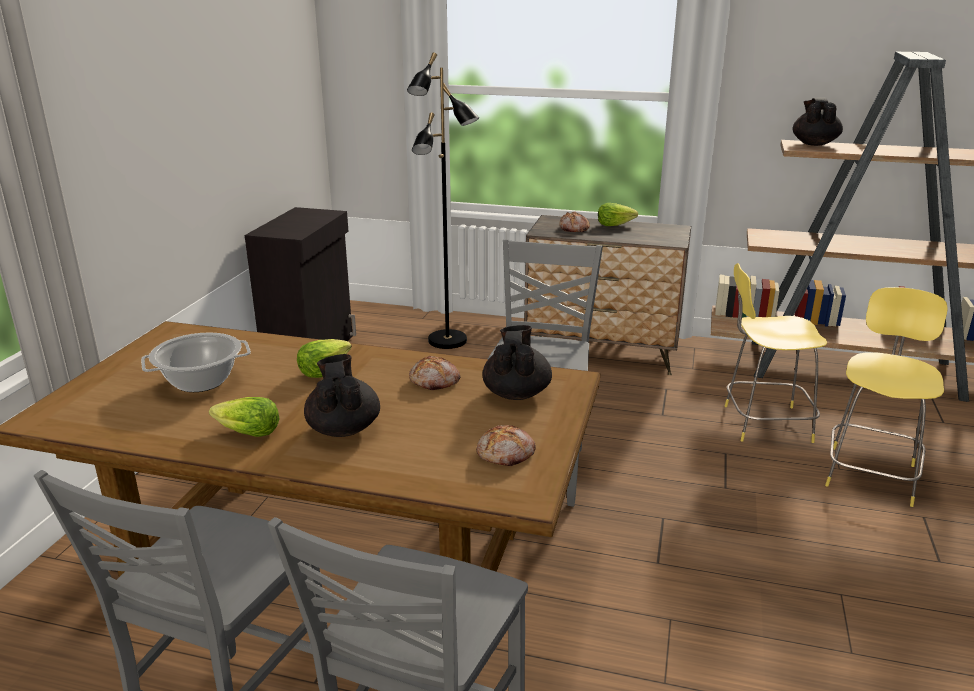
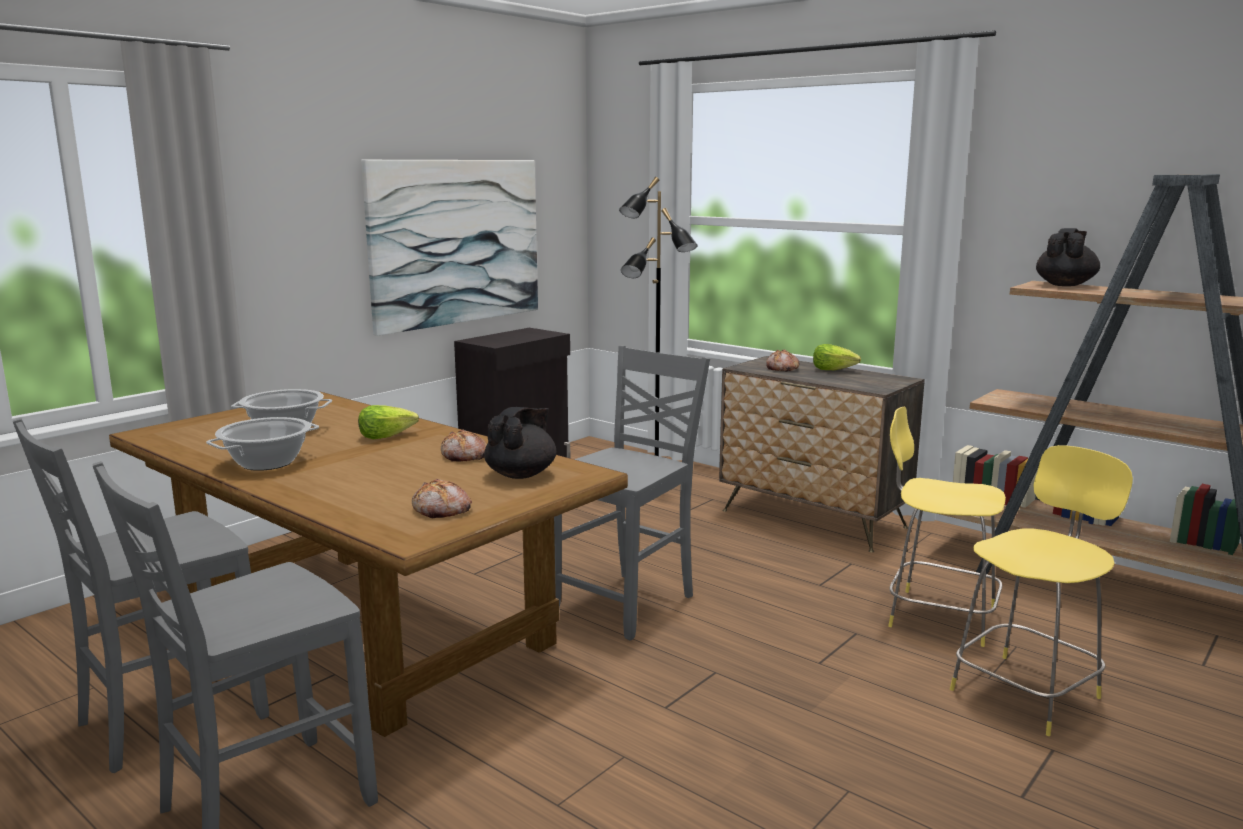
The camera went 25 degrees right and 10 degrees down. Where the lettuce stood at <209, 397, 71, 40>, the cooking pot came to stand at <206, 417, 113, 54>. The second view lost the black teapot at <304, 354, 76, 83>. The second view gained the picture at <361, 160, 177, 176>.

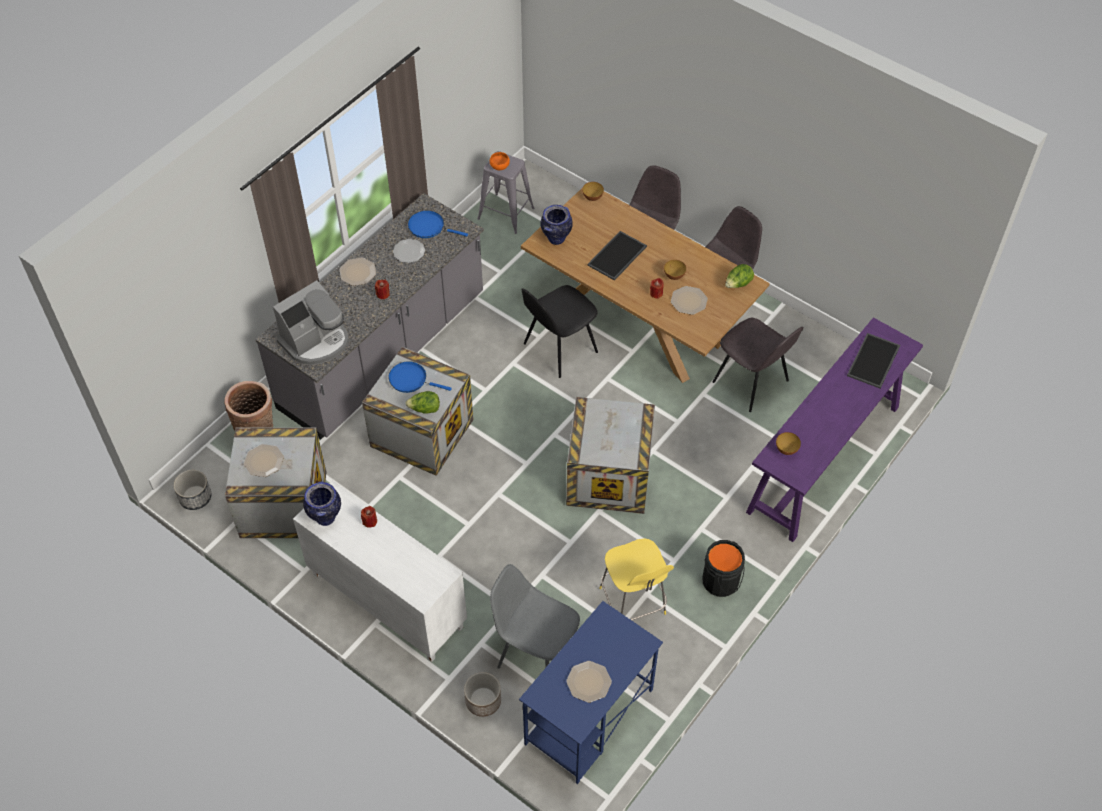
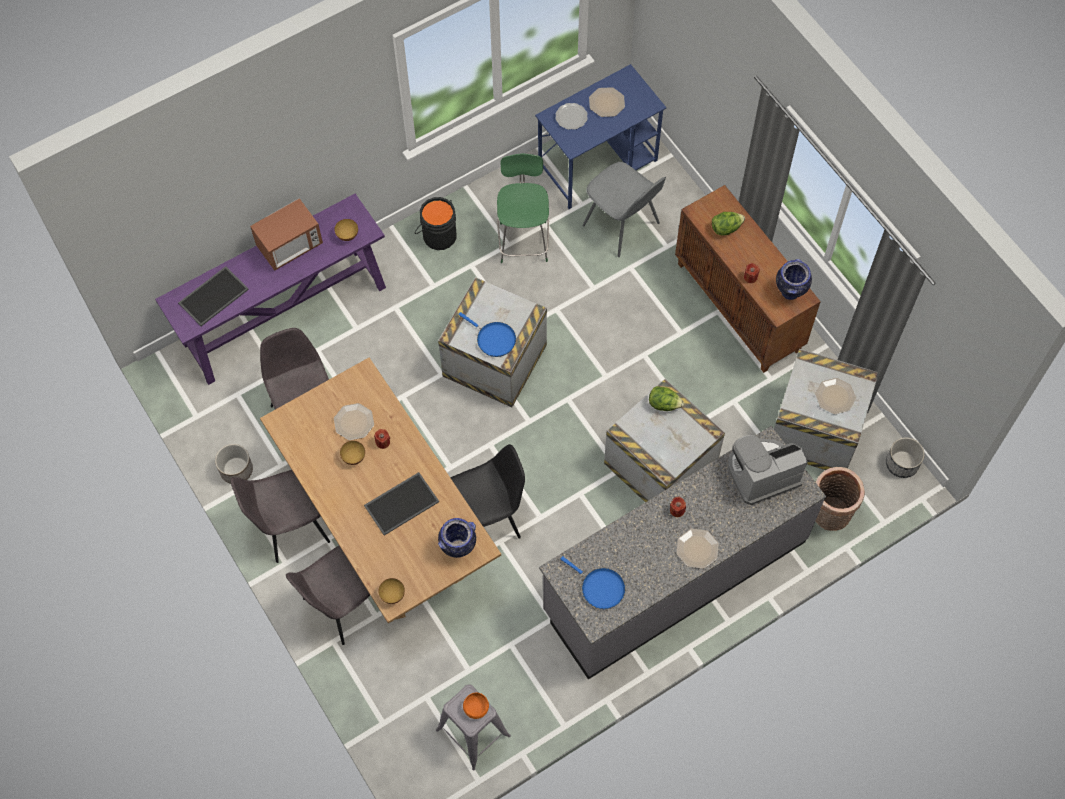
The camera went 160 degrees left and 10 degrees up. What was the white cabinet at <293, 481, 174, 181> turned into the brown cabinet at <675, 185, 146, 188>. The blue frying pan ended up elsewhere, having gone from <388, 361, 64, 32> to <458, 312, 58, 45>. The plate ended up elsewhere, having gone from <393, 239, 32, 24> to <555, 103, 33, 27>. The planter ended up elsewhere, having gone from <464, 672, 37, 45> to <215, 444, 38, 40>. What was the yellow stool at <599, 538, 75, 82> turned into the green stool at <497, 154, 52, 109>. The lettuce ended up elsewhere, having gone from <725, 264, 29, 24> to <712, 212, 33, 24>. The second view gained the microwave at <250, 198, 73, 73>.

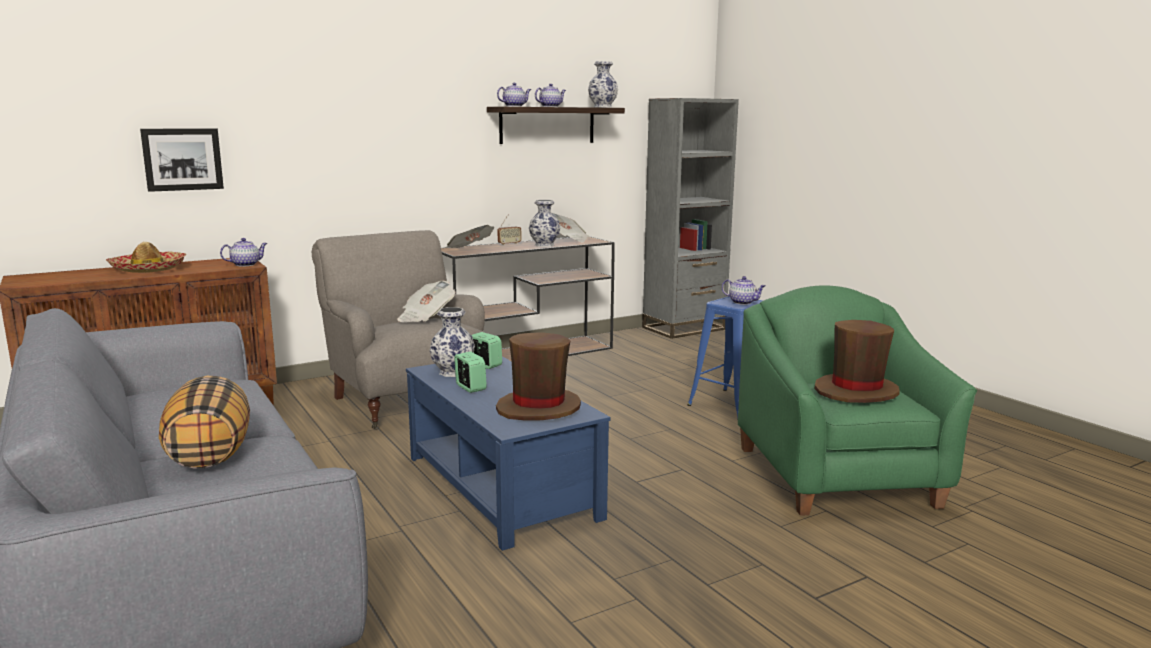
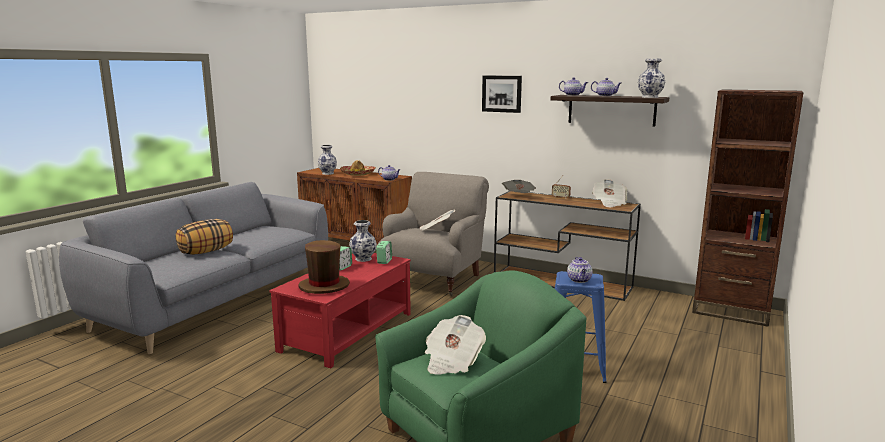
The camera went 60 degrees right and 0 degrees up. The picture ended up elsewhere, having gone from <140, 128, 84, 64> to <482, 76, 40, 37>. What was the blue coffee table at <406, 356, 204, 195> turned into the red coffee table at <269, 253, 142, 115>. The vase ended up elsewhere, having gone from <529, 200, 31, 47> to <318, 145, 19, 30>. What was the grey bookcase at <642, 98, 97, 241> turned into the brown bookcase at <692, 89, 112, 238>. Where the brown hat stood at <814, 320, 86, 83>, the newspaper came to stand at <425, 315, 61, 60>.

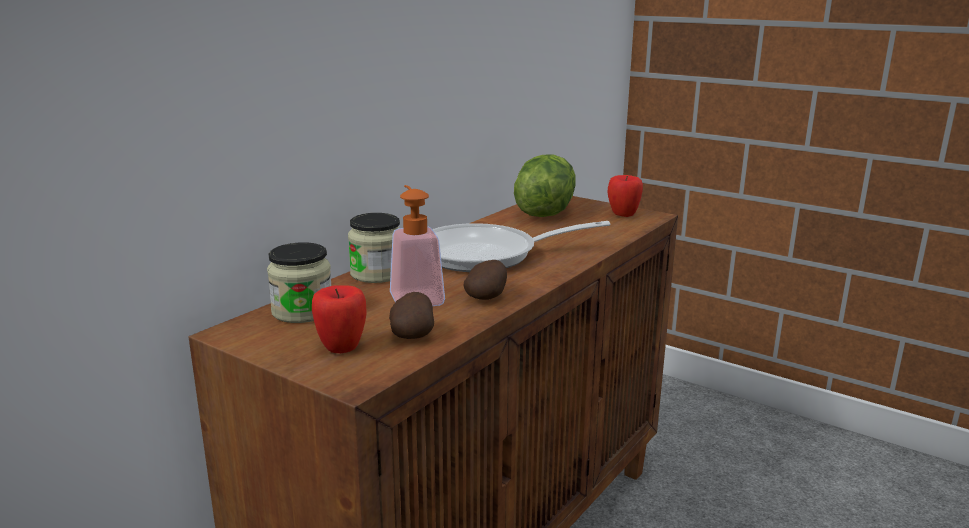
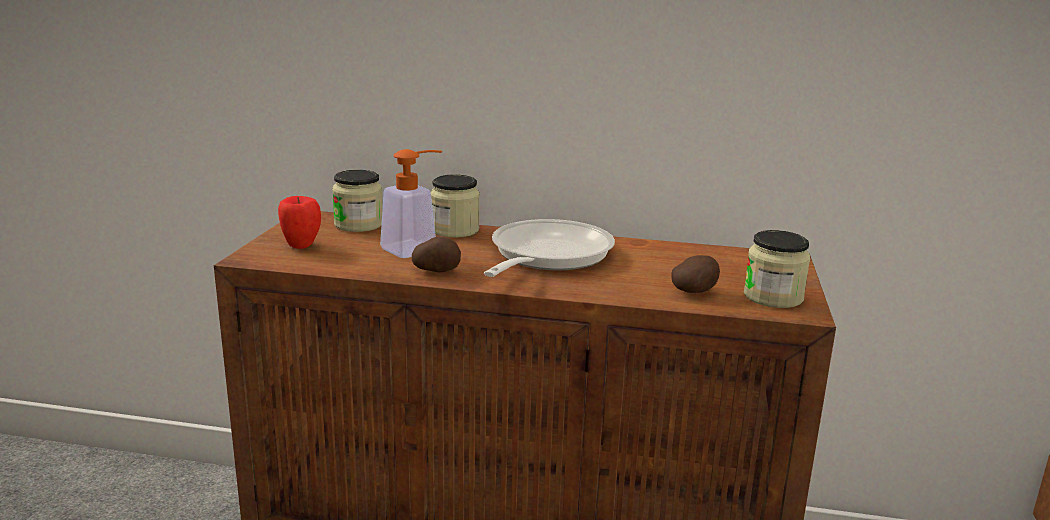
The camera went 65 degrees right and 0 degrees up. The potato ended up elsewhere, having gone from <389, 292, 45, 47> to <671, 255, 49, 38>. The frying pan at <432, 221, 179, 51> ended up facing another way, 60 degrees clockwise from before. The second view lost the lettuce at <514, 154, 62, 63>. Where the apple stood at <608, 175, 35, 42>, the jar came to stand at <744, 230, 66, 78>.

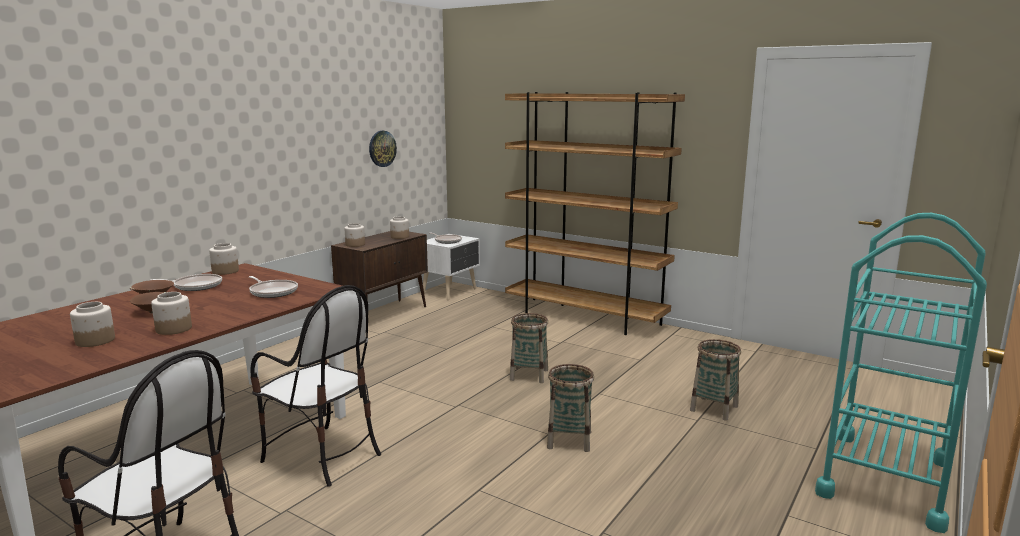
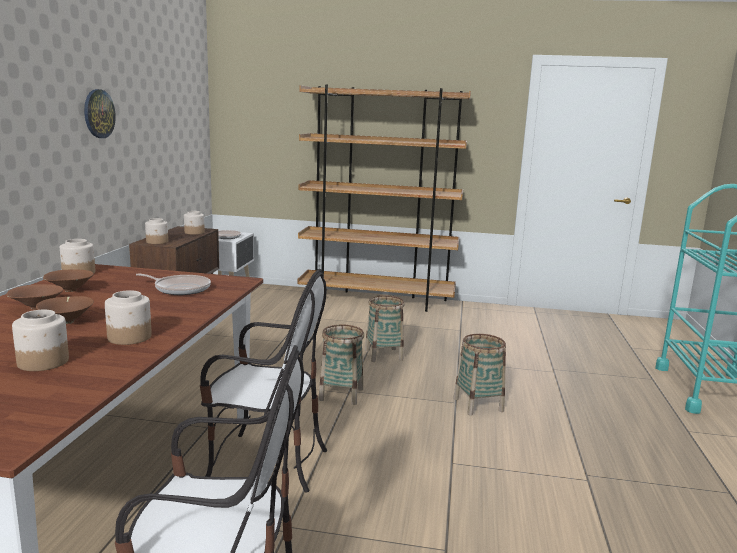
The camera went 25 degrees left and 0 degrees up. Where the frying pan stood at <150, 274, 72, 17>, the brown bowl came to stand at <43, 269, 51, 23>. The wall clock ended up elsewhere, having gone from <369, 131, 28, 36> to <84, 89, 32, 49>. The basket ended up elsewhere, having gone from <690, 339, 51, 81> to <318, 324, 46, 81>.

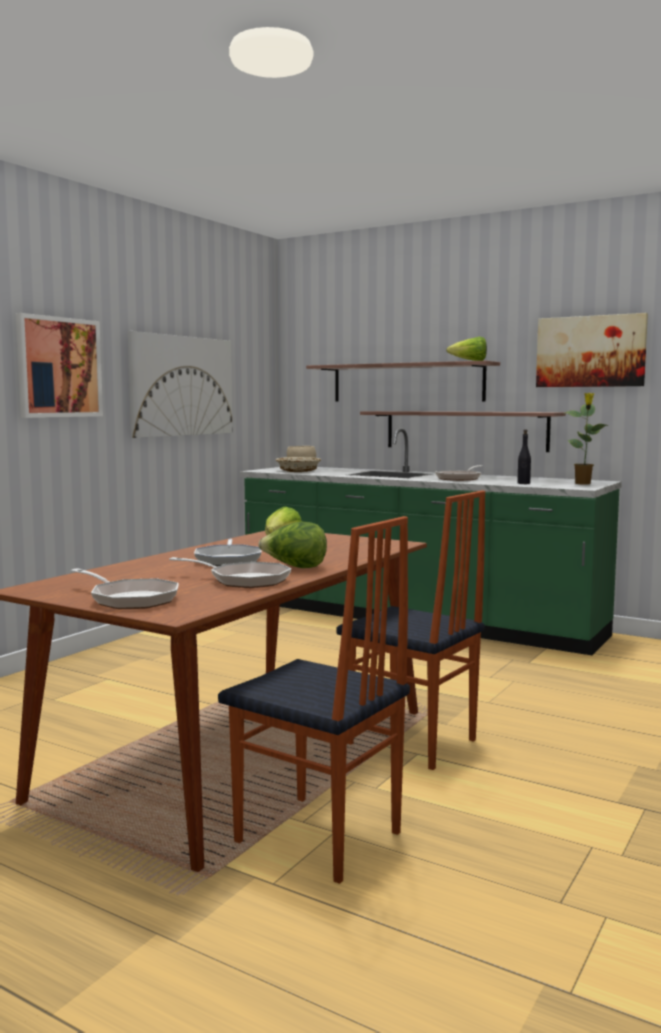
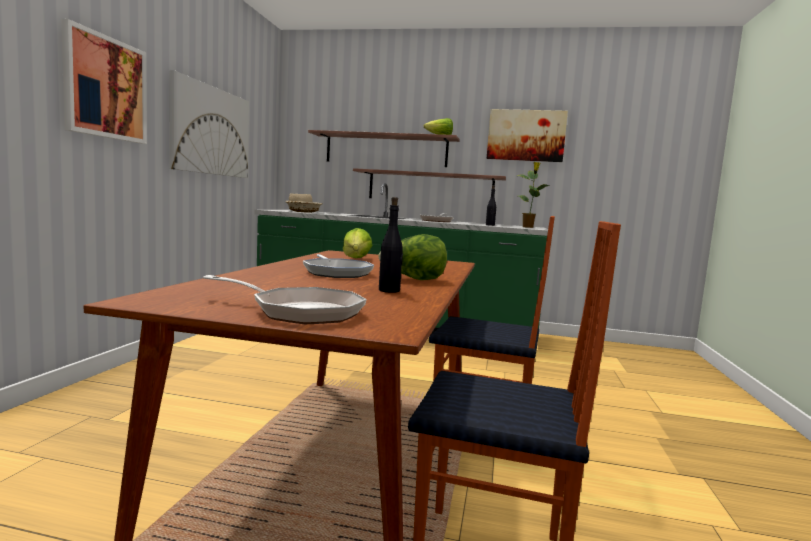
The camera went 20 degrees left and 0 degrees up. Where the frying pan stood at <169, 557, 122, 31>, the black bottle came to stand at <379, 197, 24, 96>.

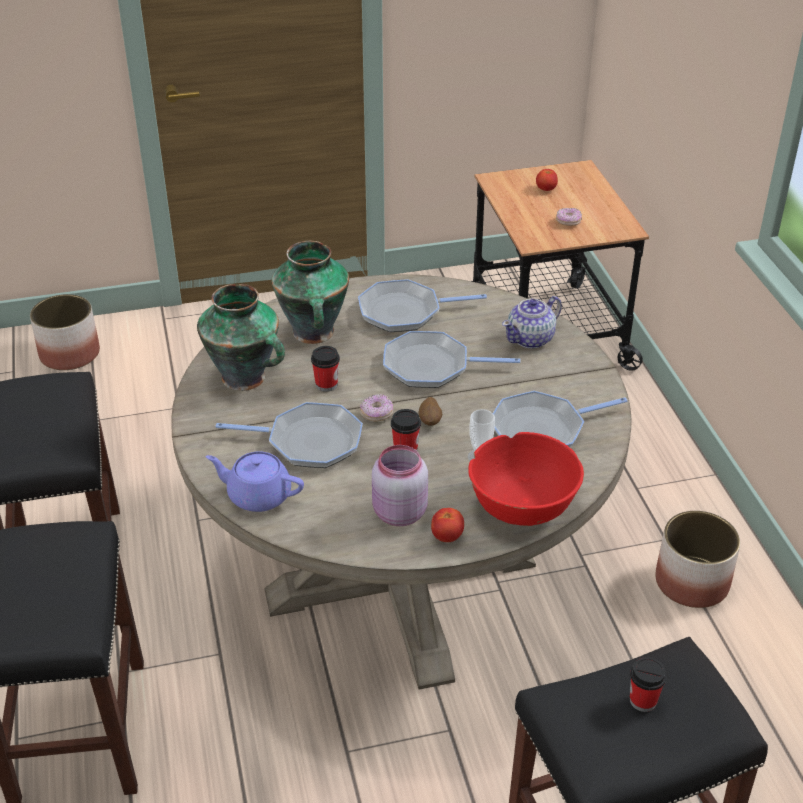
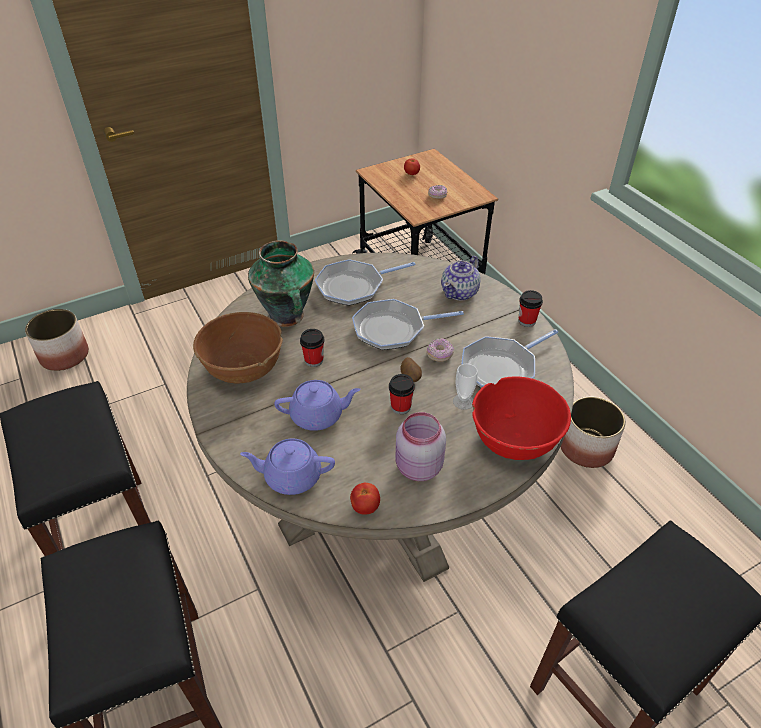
The camera went 15 degrees left and 5 degrees up. Where the vase stood at <197, 284, 88, 107>, the brown bowl came to stand at <193, 312, 90, 72>. Where the frying pan stood at <216, 402, 147, 66>, the purple teapot came to stand at <274, 380, 87, 51>. The donut ended up elsewhere, having gone from <360, 394, 33, 27> to <427, 338, 27, 24>. The tomato ended up elsewhere, having gone from <431, 508, 33, 34> to <350, 483, 30, 32>. The cup ended up elsewhere, having gone from <630, 657, 37, 55> to <518, 290, 25, 37>.

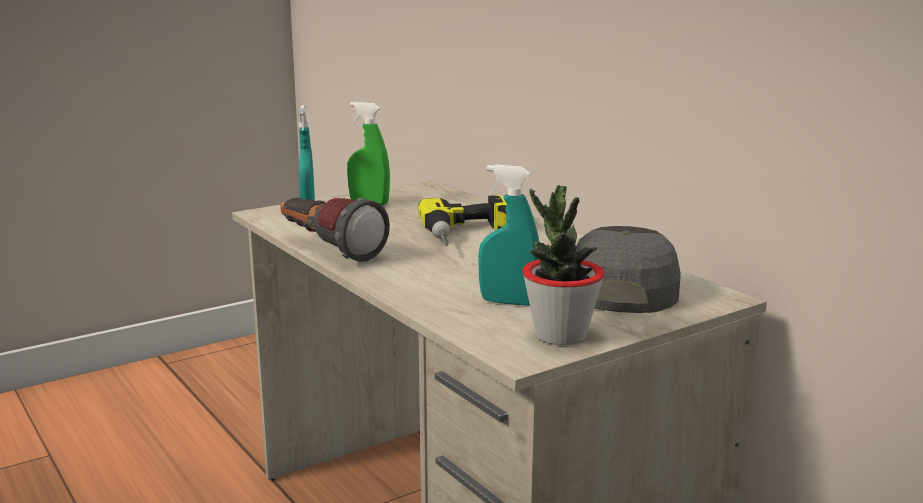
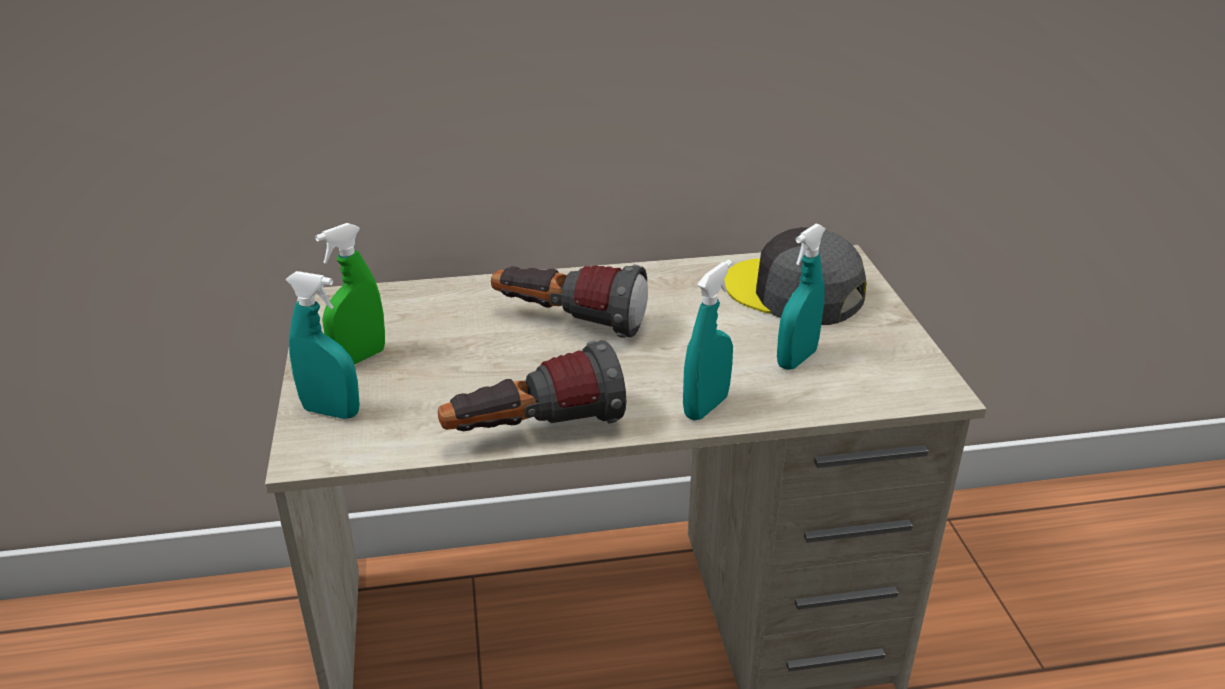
The camera went 65 degrees left and 15 degrees up. Where the power drill stood at <418, 195, 89, 52>, the flashlight came to stand at <491, 265, 157, 73>. The second view lost the potted plant at <522, 185, 83, 160>. The second view gained the turquoise spray bottle at <683, 260, 50, 161>.

